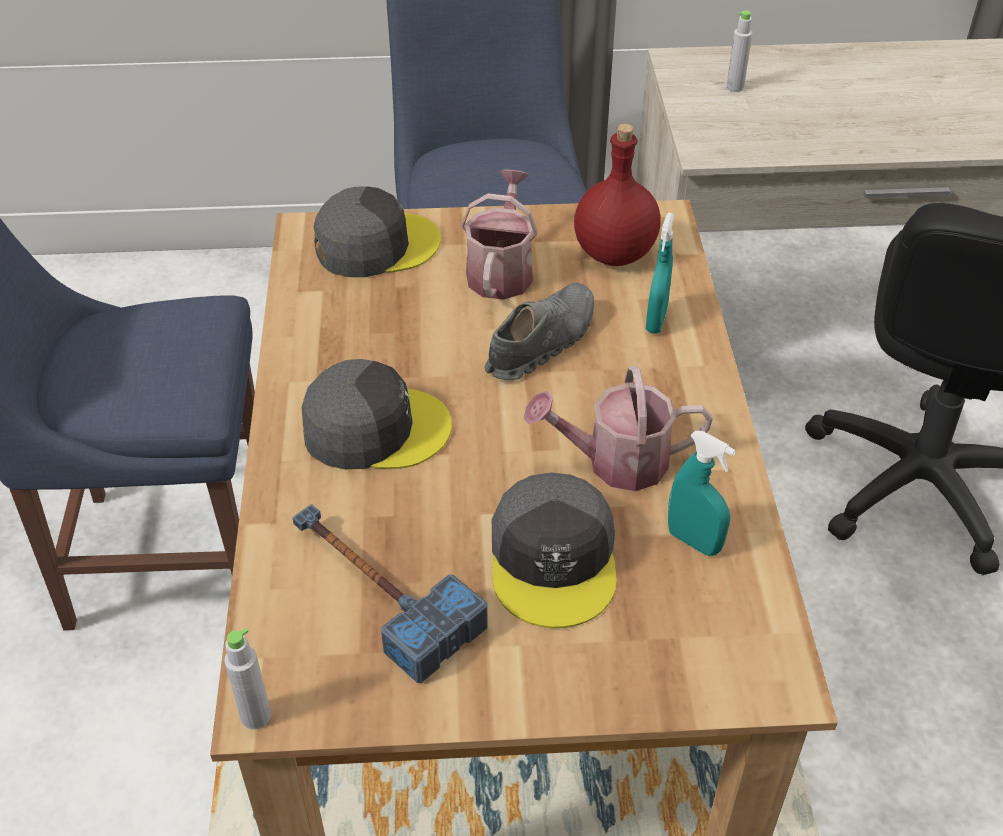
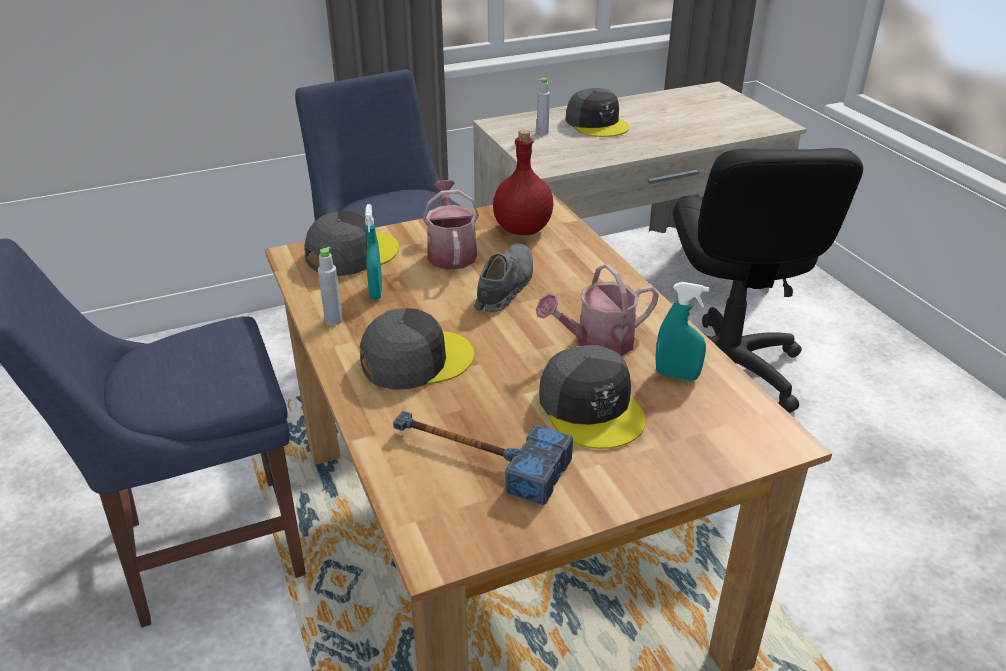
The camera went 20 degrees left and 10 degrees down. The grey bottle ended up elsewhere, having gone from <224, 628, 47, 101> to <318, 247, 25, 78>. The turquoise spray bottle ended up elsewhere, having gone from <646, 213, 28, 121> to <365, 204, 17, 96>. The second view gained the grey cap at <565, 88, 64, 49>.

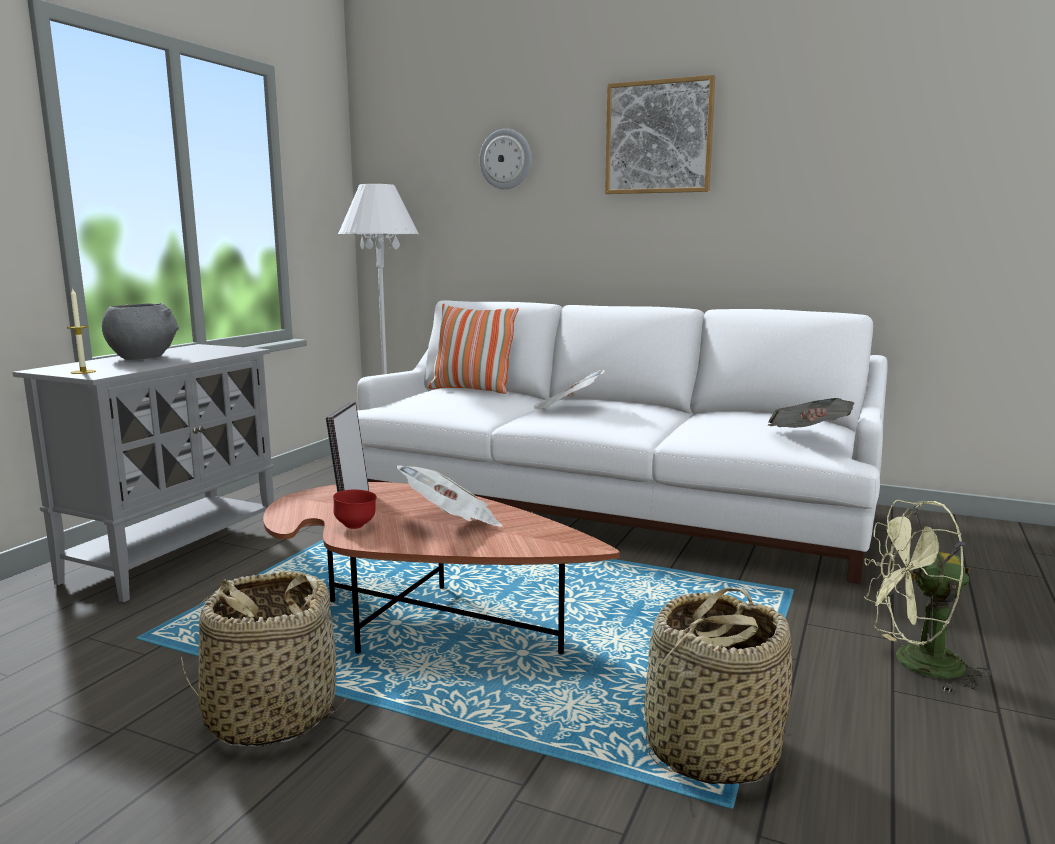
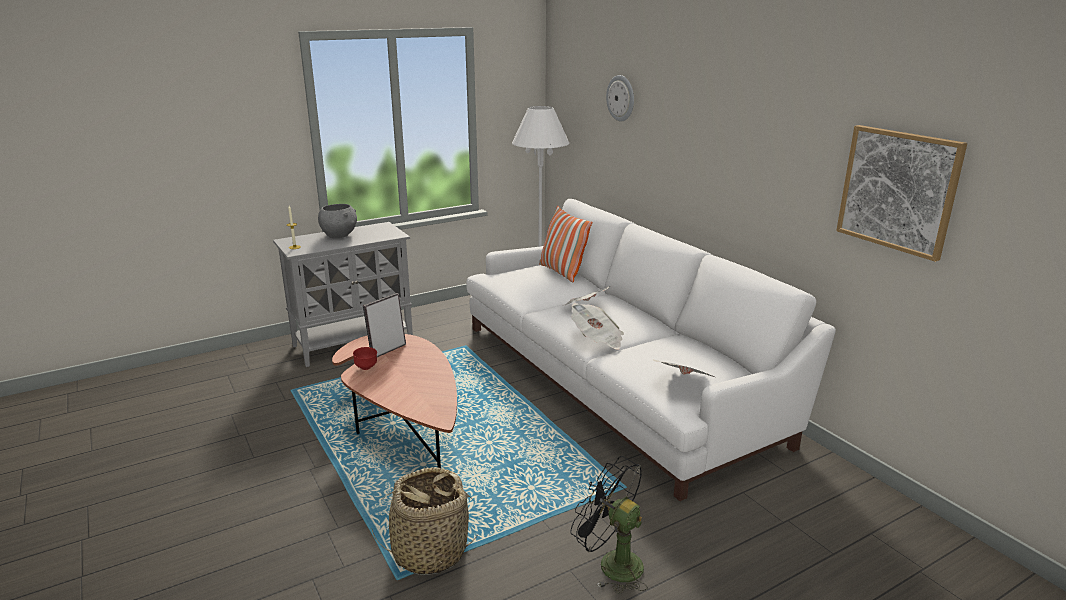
The camera went 35 degrees right and 10 degrees up. The second view lost the basket at <181, 571, 168, 176>. The newspaper ended up elsewhere, having gone from <397, 465, 105, 62> to <571, 303, 53, 47>. The picture ended up elsewhere, having gone from <605, 75, 110, 119> to <836, 125, 131, 137>. What was the green fan at <864, 500, 127, 193> turned into the black fan at <570, 456, 78, 138>.

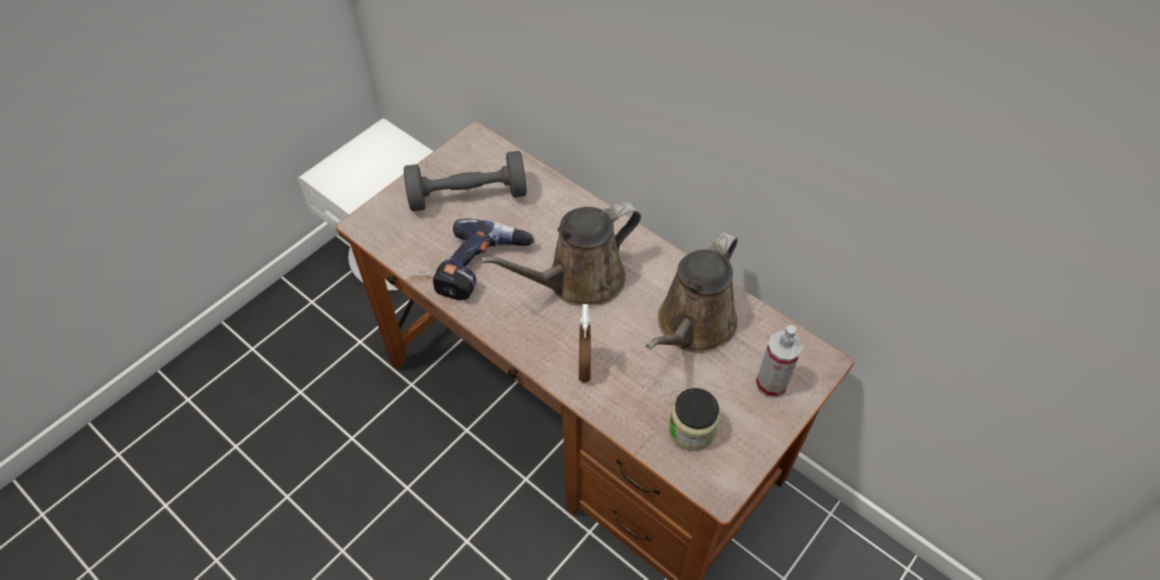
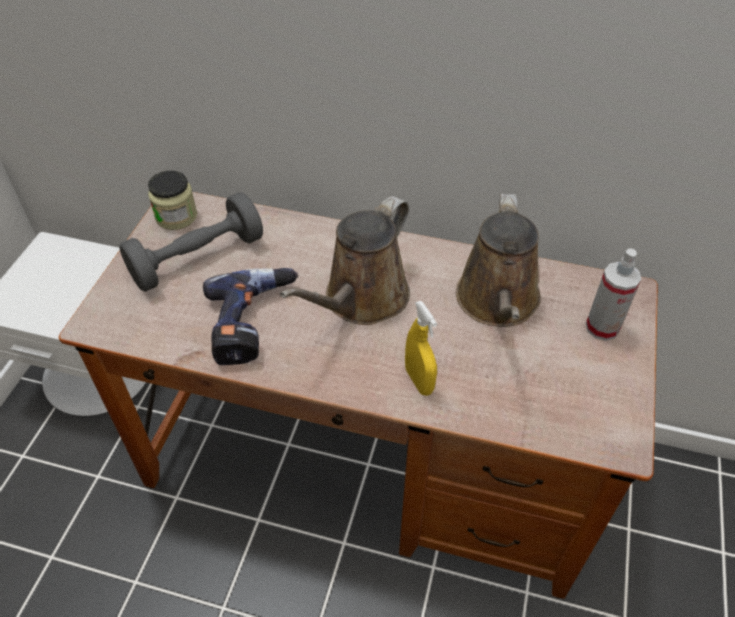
The camera went 25 degrees left and 5 degrees down. What was the brown spray bottle at <579, 304, 12, 79> turned into the yellow spray bottle at <405, 301, 32, 95>. The jar ended up elsewhere, having gone from <669, 388, 51, 63> to <148, 171, 49, 59>.

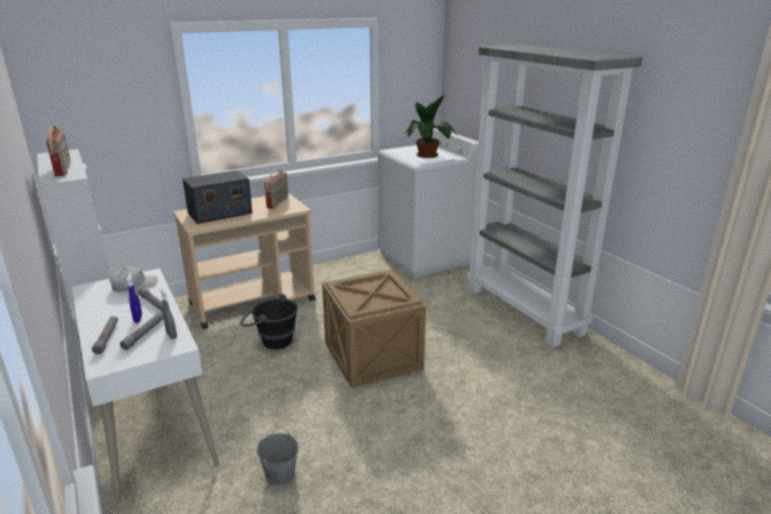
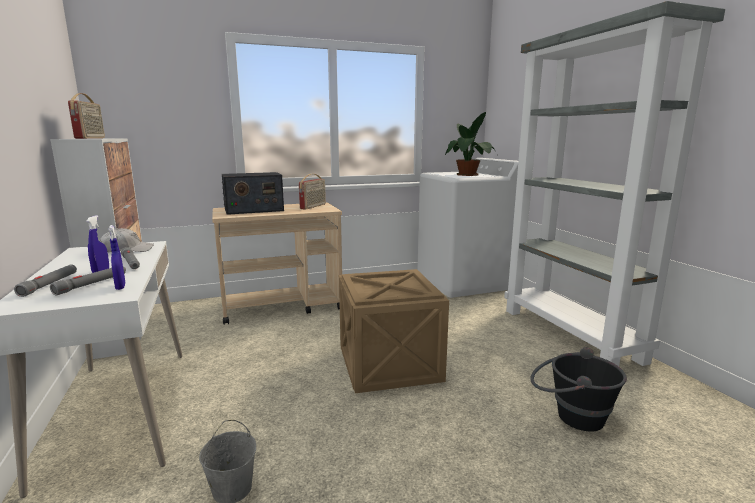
The camera went 10 degrees right and 10 degrees down. What was the grey spray bottle at <160, 289, 17, 50> turned into the blue spray bottle at <108, 225, 17, 65>. The black bucket ended up elsewhere, having gone from <240, 294, 58, 55> to <530, 347, 97, 85>.

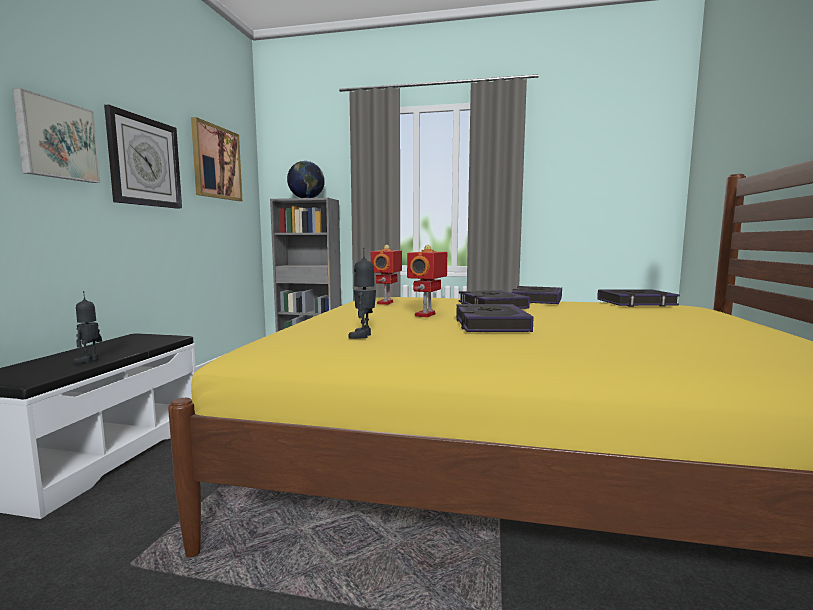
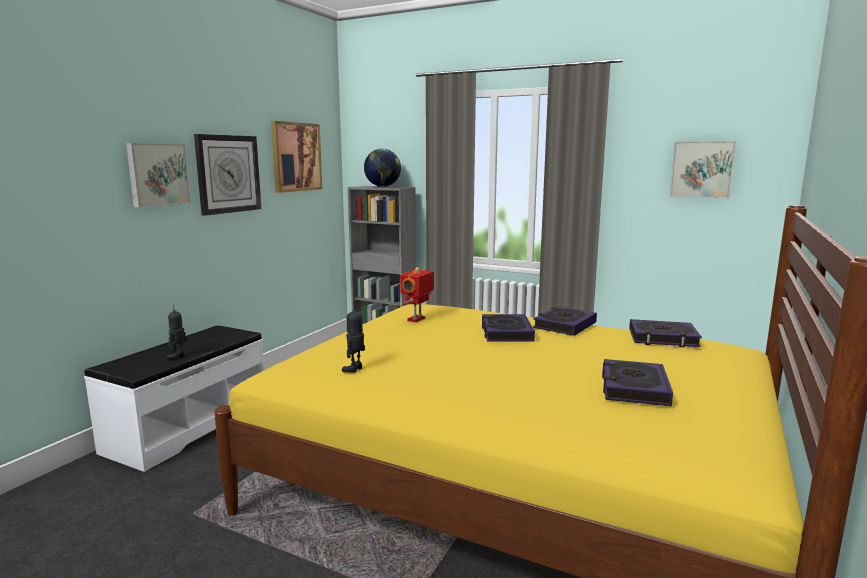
The camera went 15 degrees right and 5 degrees up. The second view lost the toy robot at <407, 245, 40, 72>. The book ended up elsewhere, having gone from <456, 304, 78, 28> to <602, 359, 71, 47>. The second view gained the picture at <670, 141, 66, 57>.

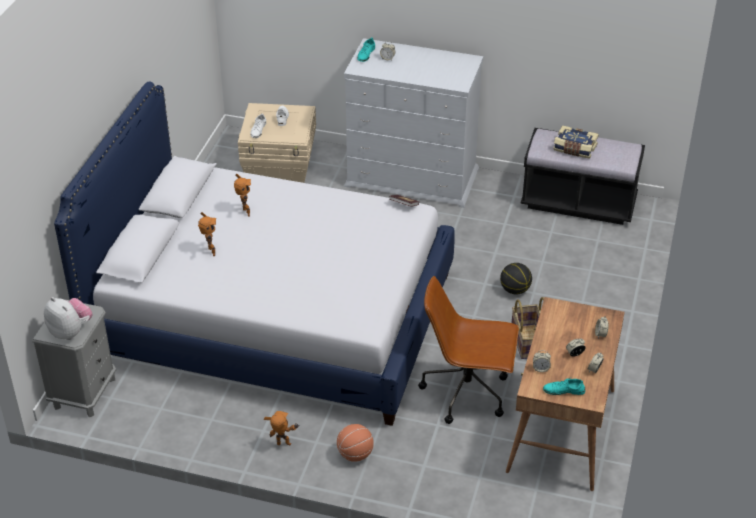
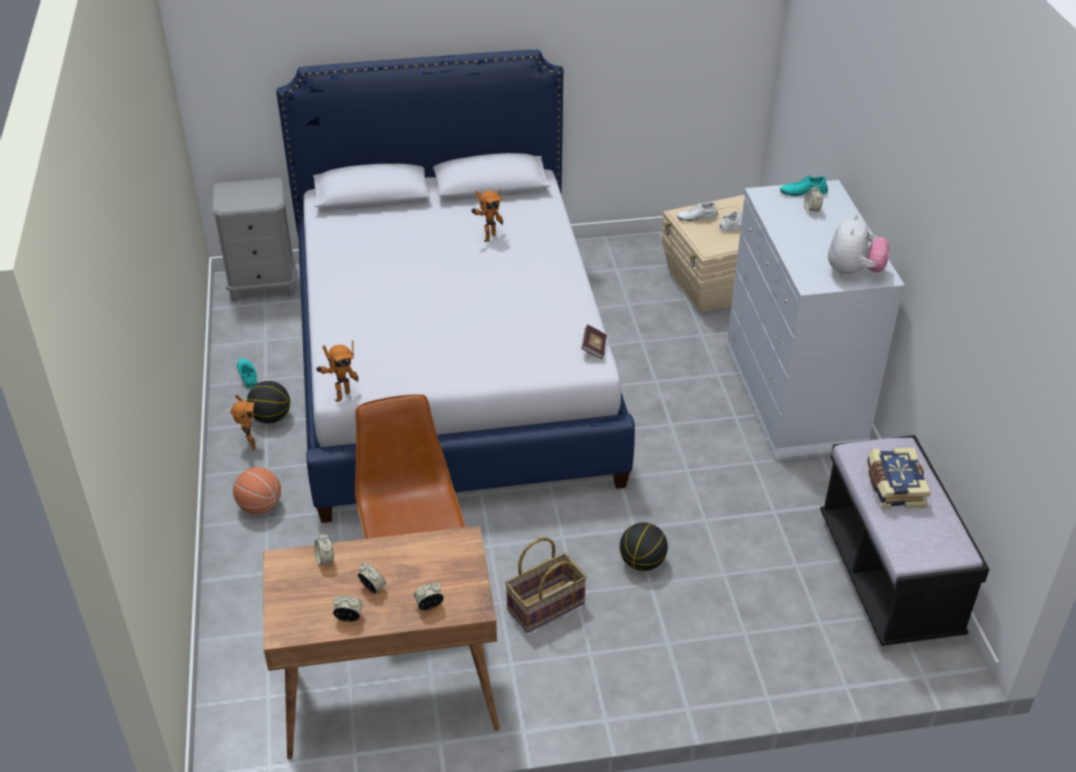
The camera went 65 degrees right and 0 degrees up. The plush toy ended up elsewhere, having gone from <44, 297, 49, 43> to <828, 214, 61, 63>. The toy robot ended up elsewhere, having gone from <198, 212, 18, 44> to <316, 340, 43, 62>. The turquoise shoe ended up elsewhere, having gone from <543, 377, 42, 18> to <237, 358, 20, 31>. The second view gained the basketball at <247, 381, 43, 43>.

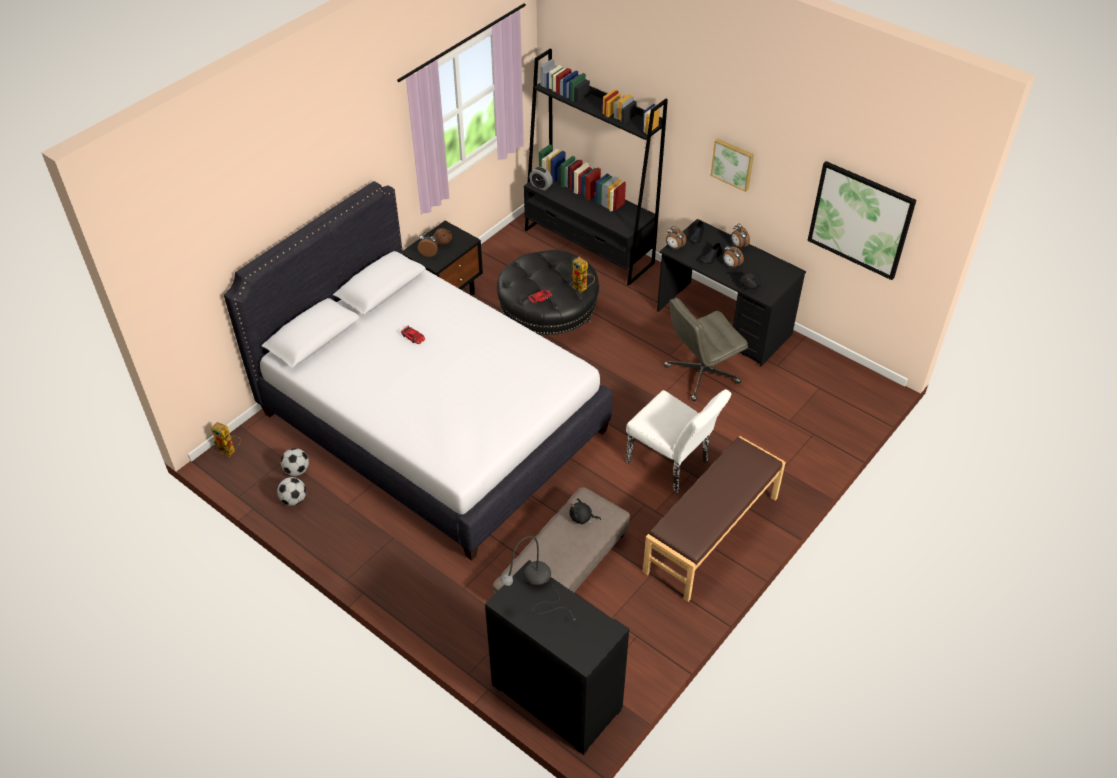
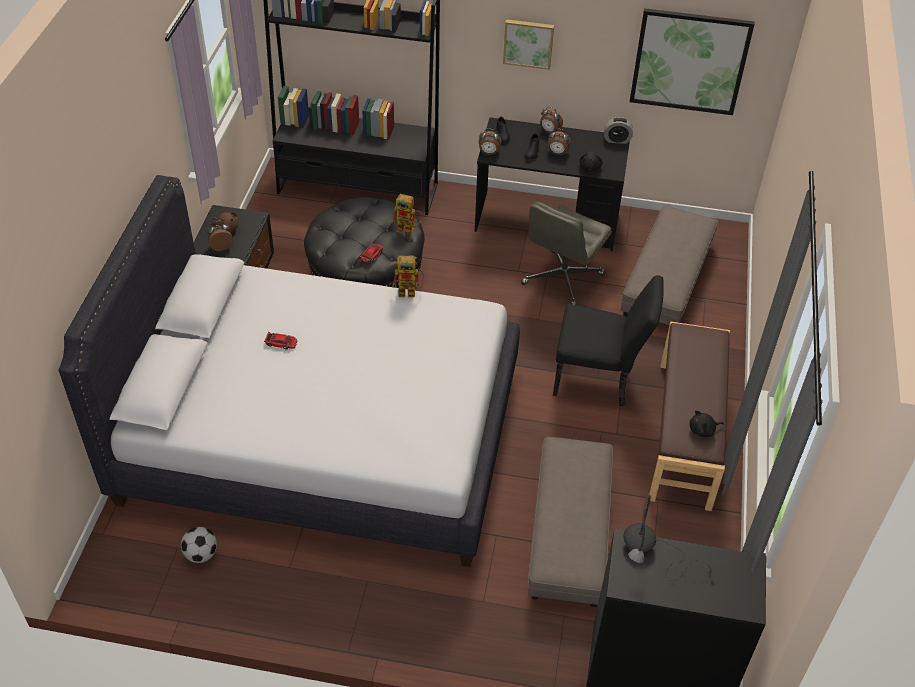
The camera went 30 degrees left and 0 degrees up. The toy robot ended up elsewhere, having gone from <211, 422, 30, 35> to <392, 256, 32, 41>. The second view lost the football at <277, 477, 29, 29>. The alarm clock ended up elsewhere, having gone from <529, 167, 24, 24> to <604, 117, 29, 27>. The black plush toy ended up elsewhere, having gone from <569, 498, 32, 26> to <689, 410, 35, 27>. What was the white chair at <626, 389, 106, 104> turned into the black chair at <553, 275, 111, 132>. The second view gained the grey ottoman at <621, 206, 97, 119>.

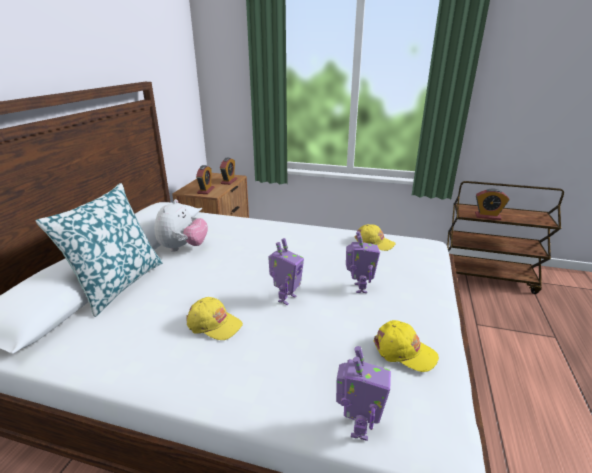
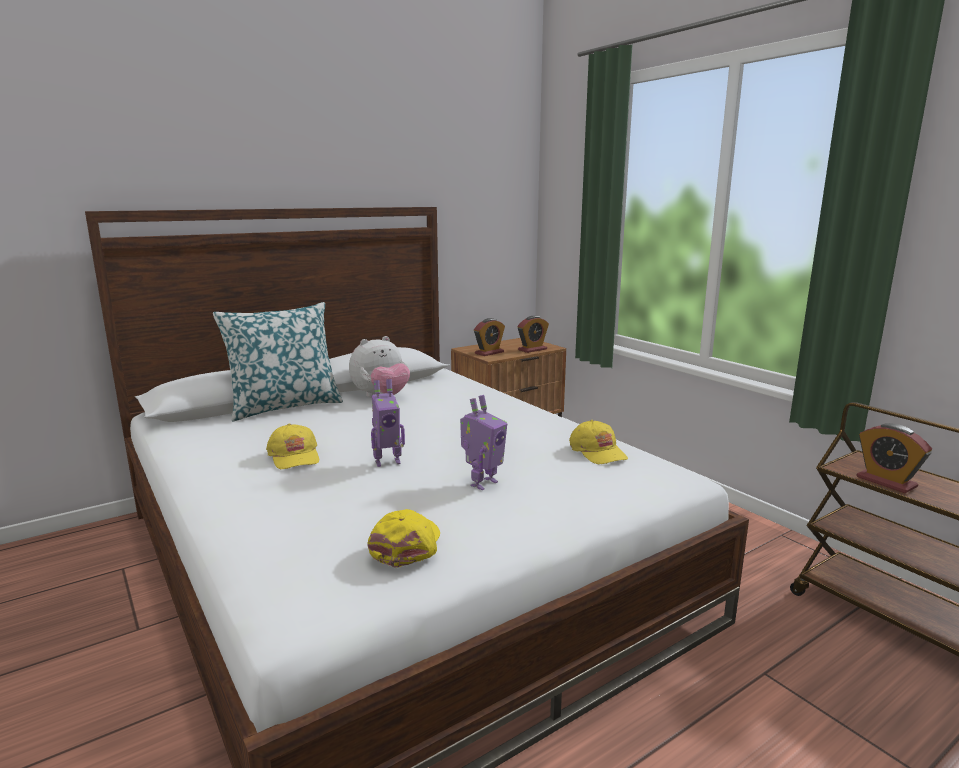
The camera went 40 degrees right and 10 degrees down. The second view lost the toy robot at <336, 346, 55, 95>. The yellow cap at <374, 320, 65, 52> ended up facing another way, 150 degrees counterclockwise from before.

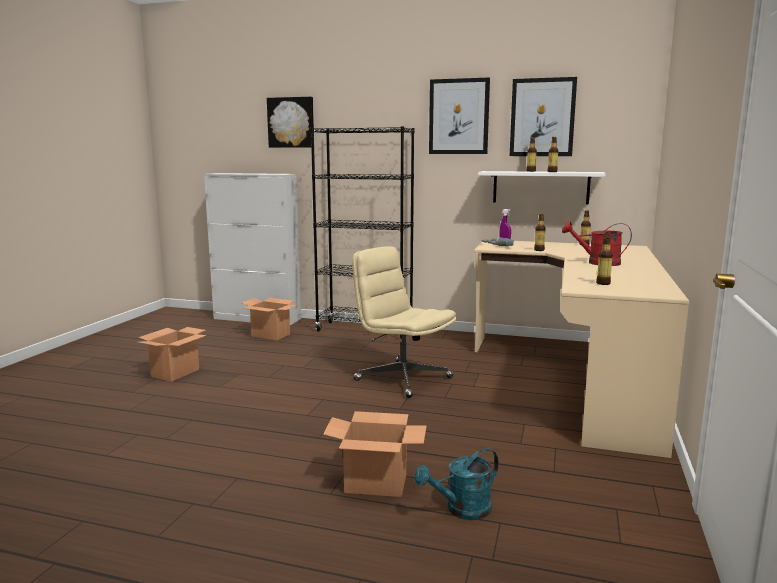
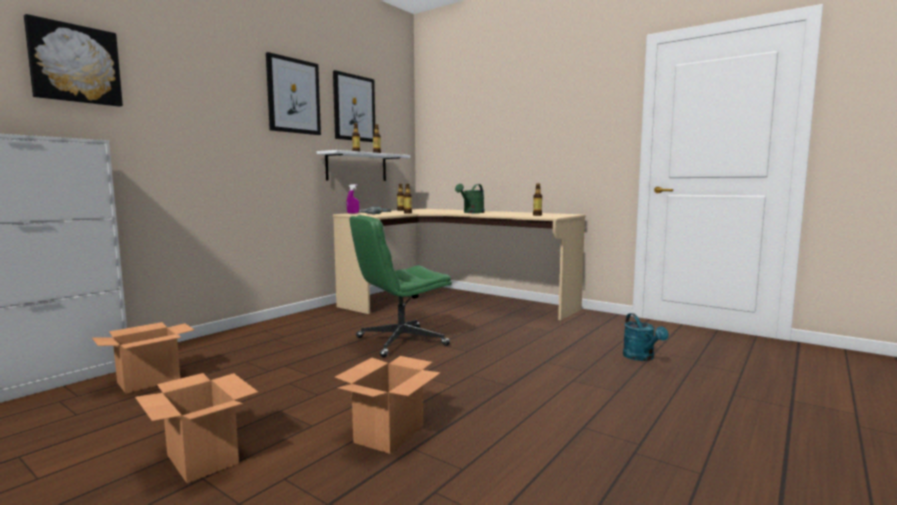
The camera went 70 degrees left and 5 degrees down. The second view lost the black bookcase at <311, 126, 103, 213>. The cardboard box ended up elsewhere, having gone from <323, 411, 104, 86> to <335, 356, 105, 98>. What was the beige office chair at <352, 246, 104, 152> turned into the green office chair at <350, 215, 102, 143>. What was the red watering can at <562, 222, 70, 44> turned into the green watering can at <455, 184, 30, 29>.

